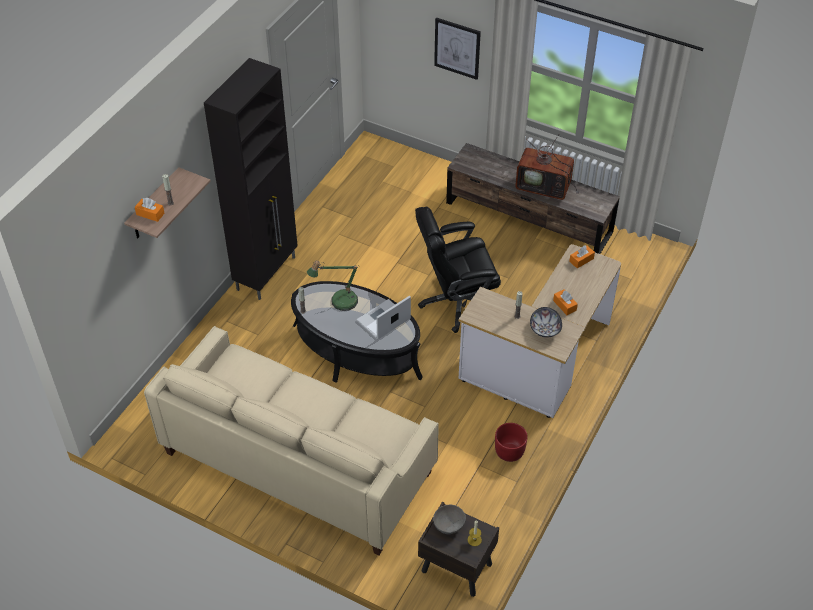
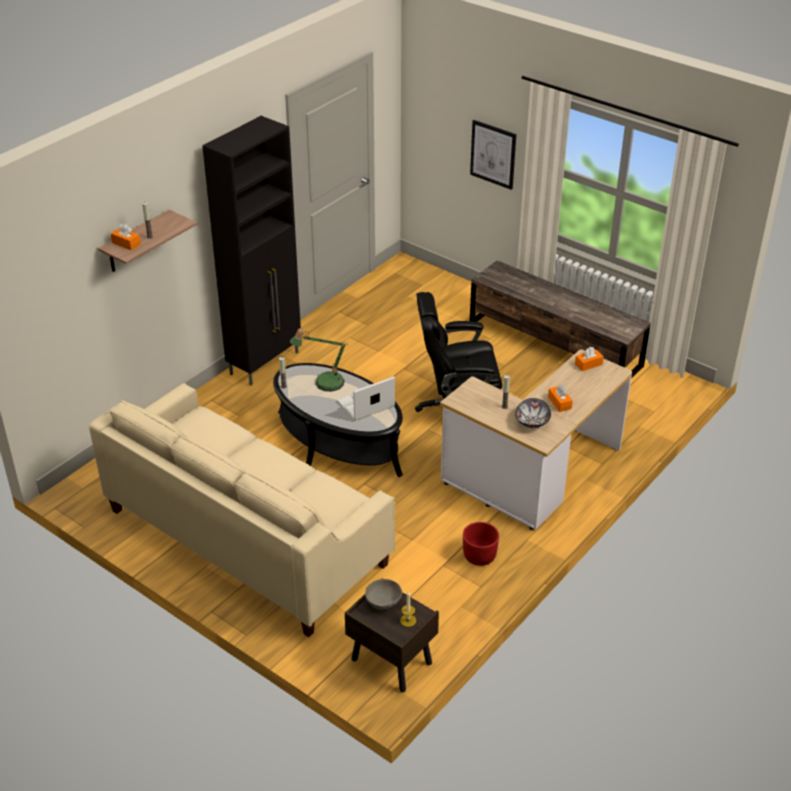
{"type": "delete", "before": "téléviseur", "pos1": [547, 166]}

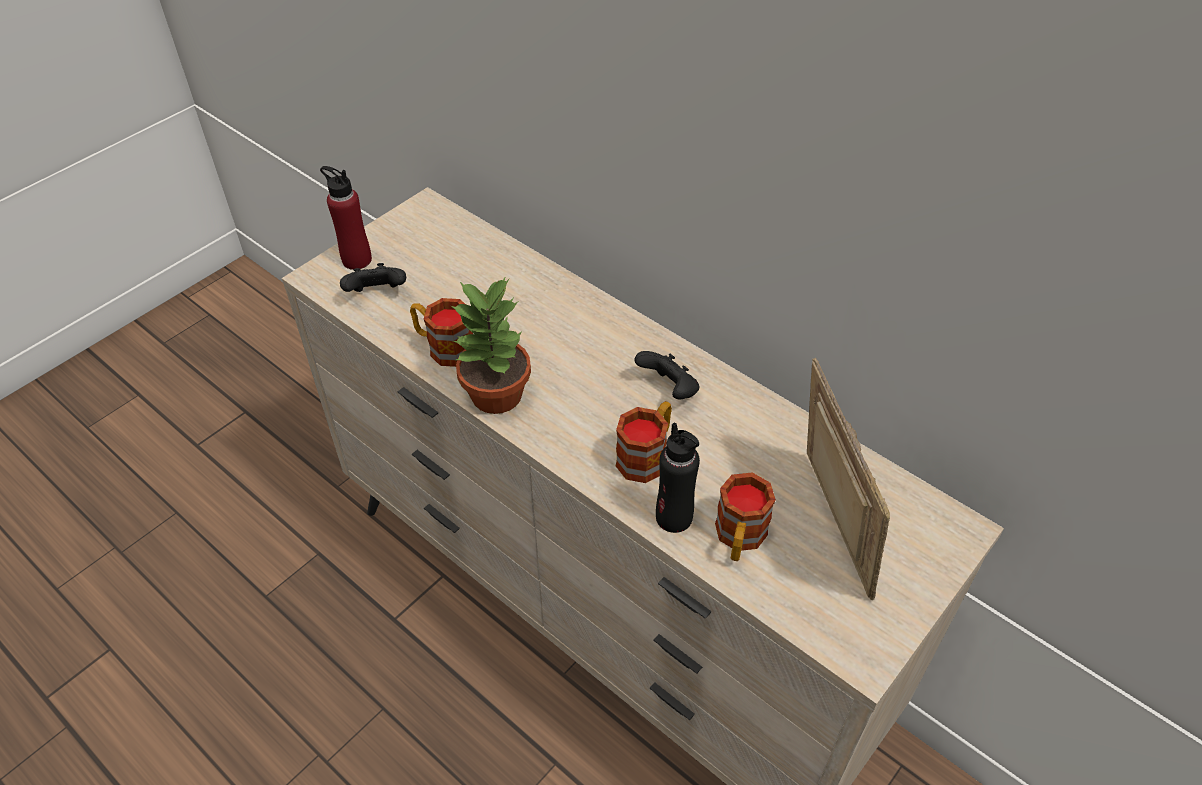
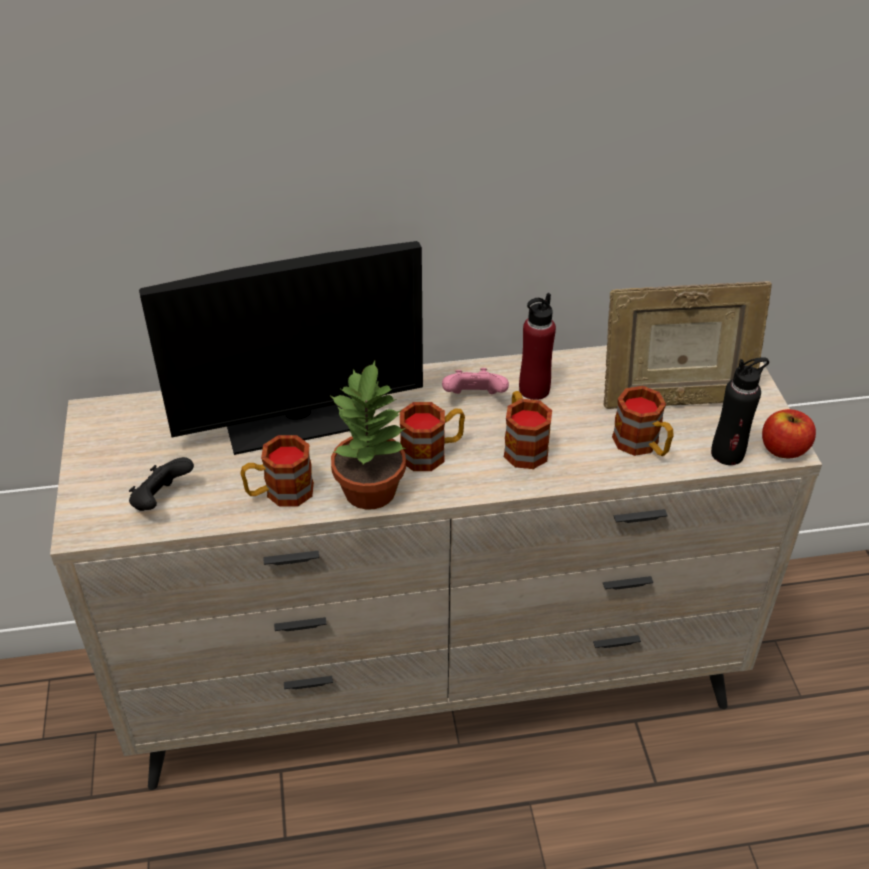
{"type": "insert", "after": "écran d'ordinateur", "pos2": [281, 348]}
{"type": "insert", "after": "mug", "pos2": [432, 436]}
{"type": "insert", "after": "pomme", "pos2": [789, 434]}
{"type": "move", "before": "bouteille [rouge]", "pos1": [346, 218], "pos2": [537, 346]}
{"type": "move", "before": "bouteille [noir]", "pos1": [678, 477], "pos2": [740, 411]}
{"type": "recolor", "before": "manette [noir]", "after": "manette [rose]", "pos1": [666, 375], "pos2": [475, 381]}
{"type": "rotate", "before": "cadre photo", "pos1": [848, 479], "pos2": [687, 345], "turn": 150}

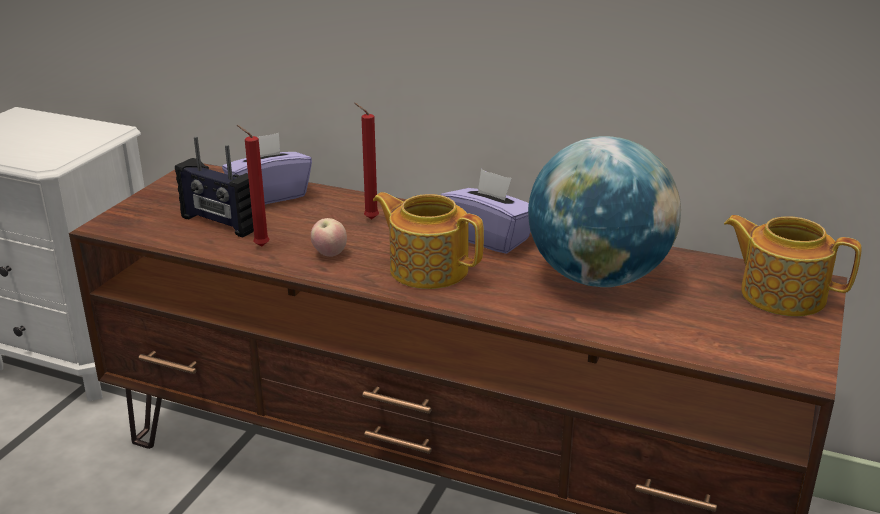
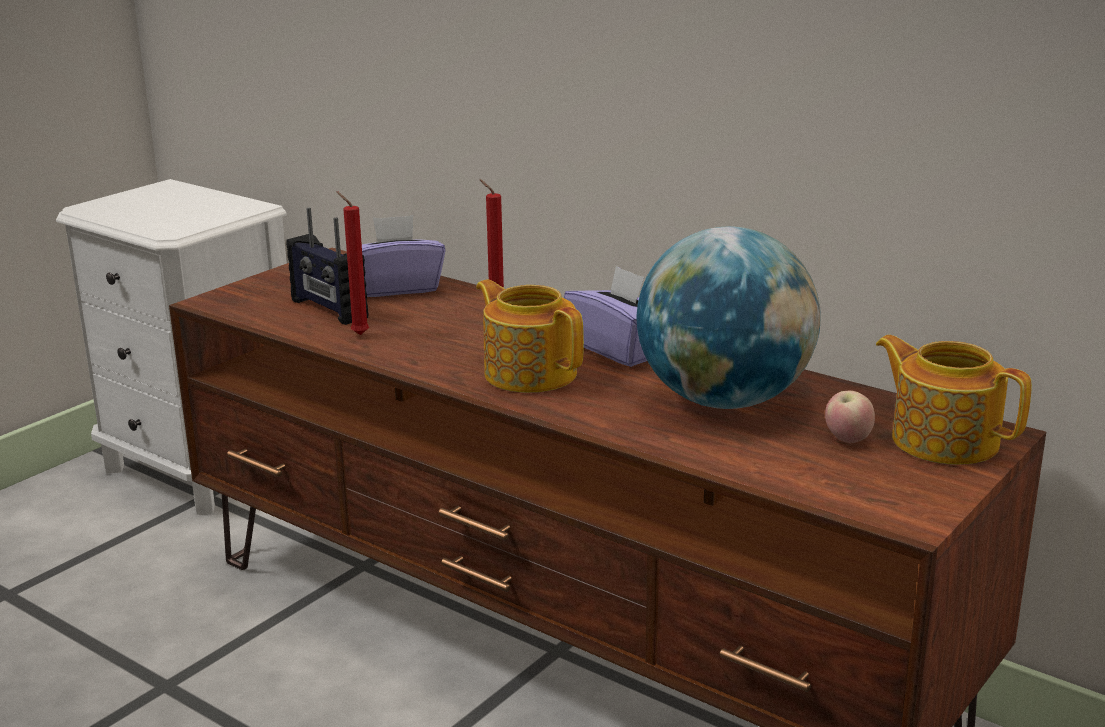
{"type": "move", "before": "pomme", "pos1": [329, 237], "pos2": [850, 417]}

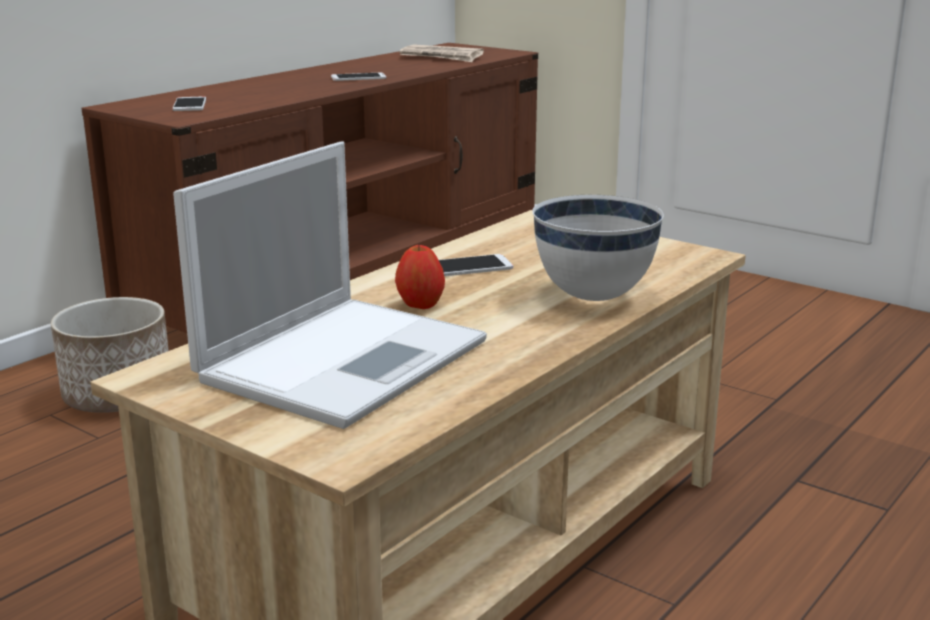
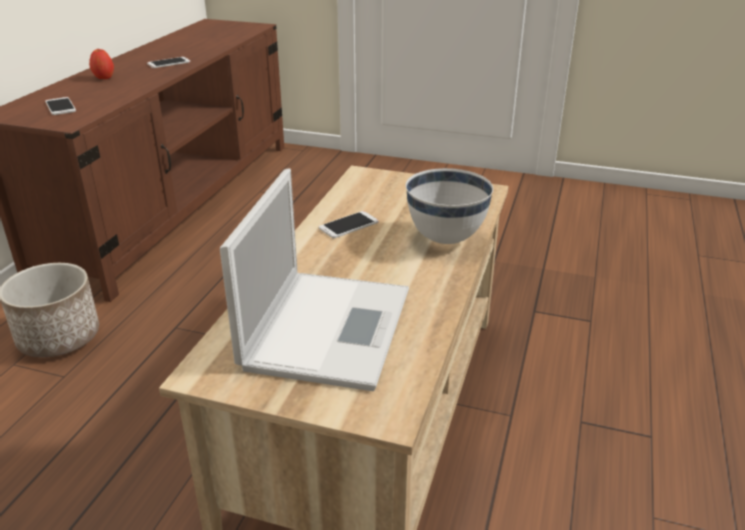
{"type": "delete", "before": "journal", "pos1": [441, 53]}
{"type": "move", "before": "pomme", "pos1": [420, 277], "pos2": [101, 64]}

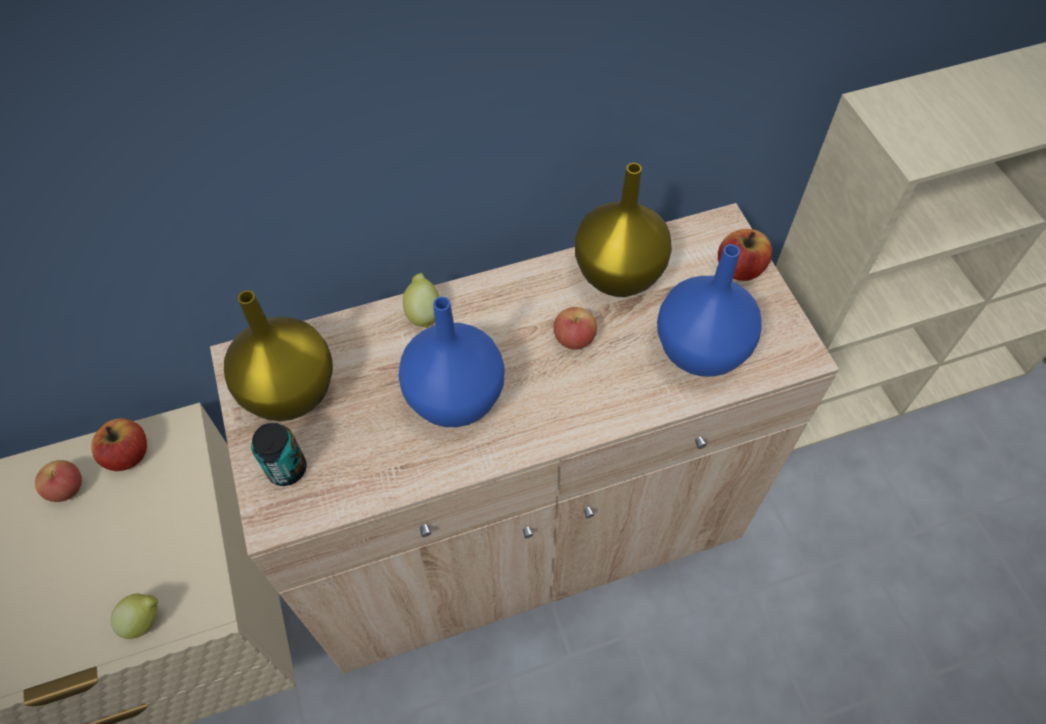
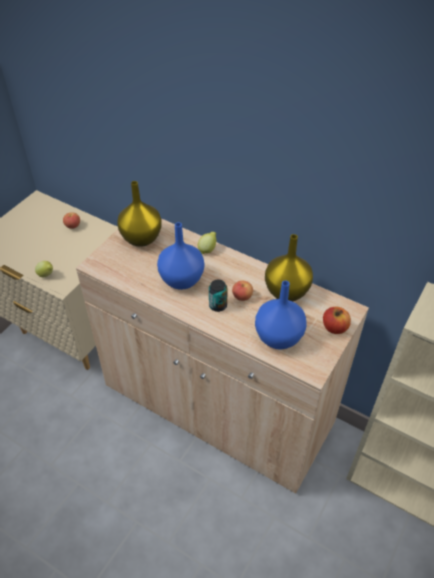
{"type": "delete", "before": "pomme", "pos1": [119, 444]}
{"type": "move", "before": "boîte métallique", "pos1": [279, 454], "pos2": [218, 295]}

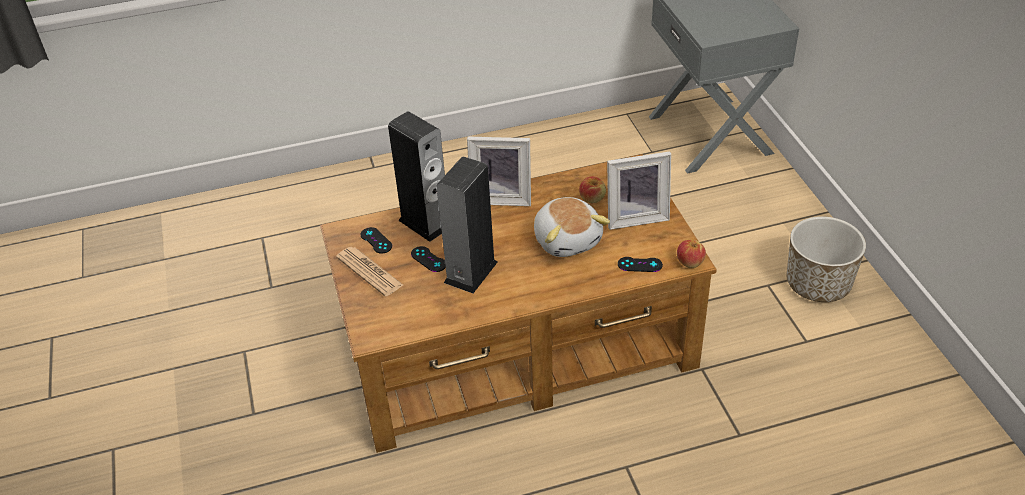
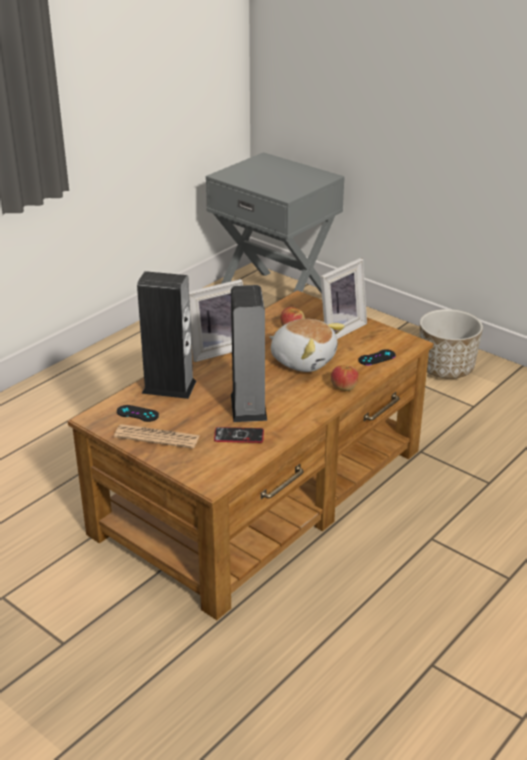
{"type": "delete", "before": "manette [noir]", "pos1": [428, 259]}
{"type": "insert", "after": "téléphone", "pos2": [239, 435]}
{"type": "move", "before": "pomme", "pos1": [691, 254], "pos2": [344, 378]}

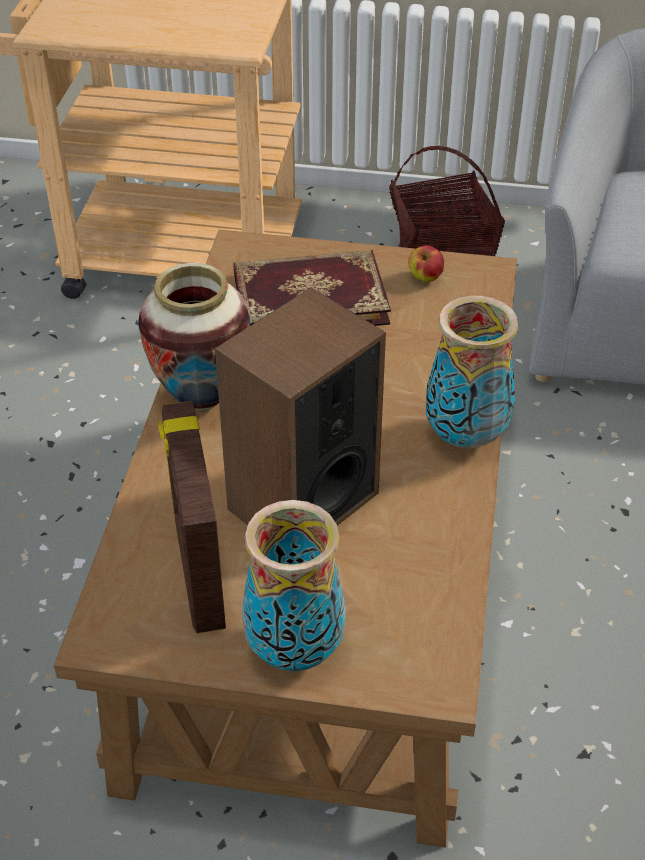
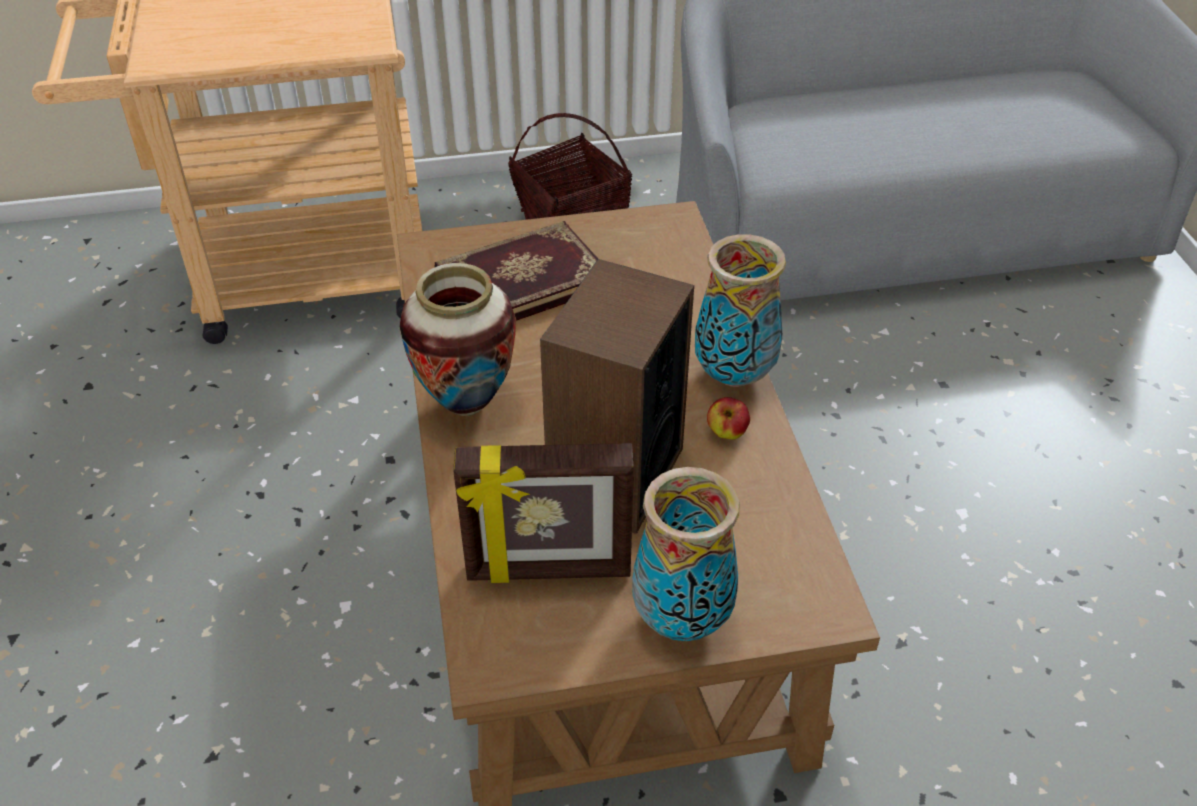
{"type": "move", "before": "pomme", "pos1": [426, 263], "pos2": [728, 418]}
{"type": "rotate", "before": "cadre photo", "pos1": [192, 517], "pos2": [543, 513], "turn": -60}

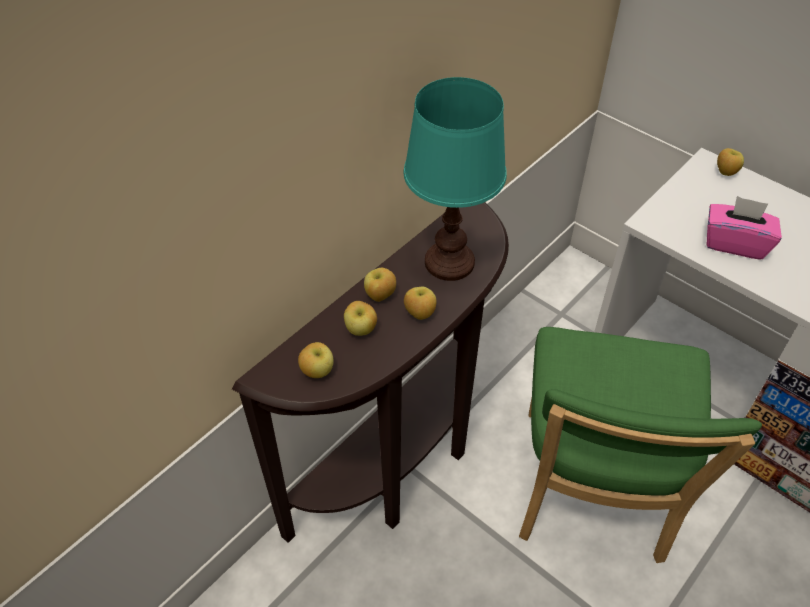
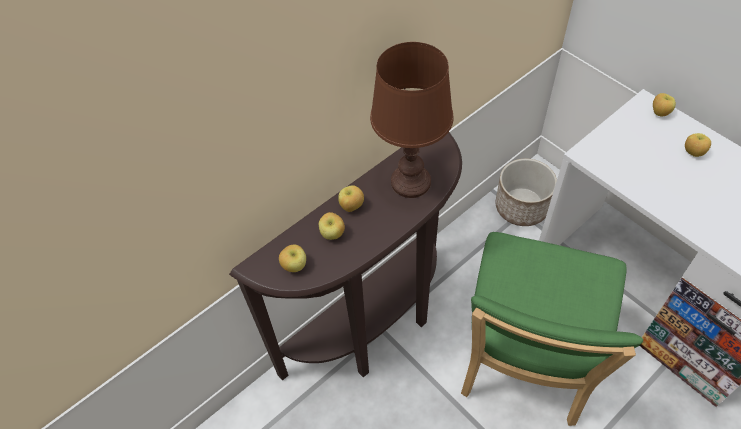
{"type": "delete", "before": "boîte à mouchoirs [rose]", "pos1": [744, 228]}
{"type": "insert", "after": "cache-pot", "pos2": [526, 192]}
{"type": "move", "before": "pomme", "pos1": [420, 303], "pos2": [698, 145]}
{"type": "recolor", "before": "lampe de table [turquoise]", "after": "lampe de table [marron]", "pos1": [455, 179], "pos2": [412, 120]}

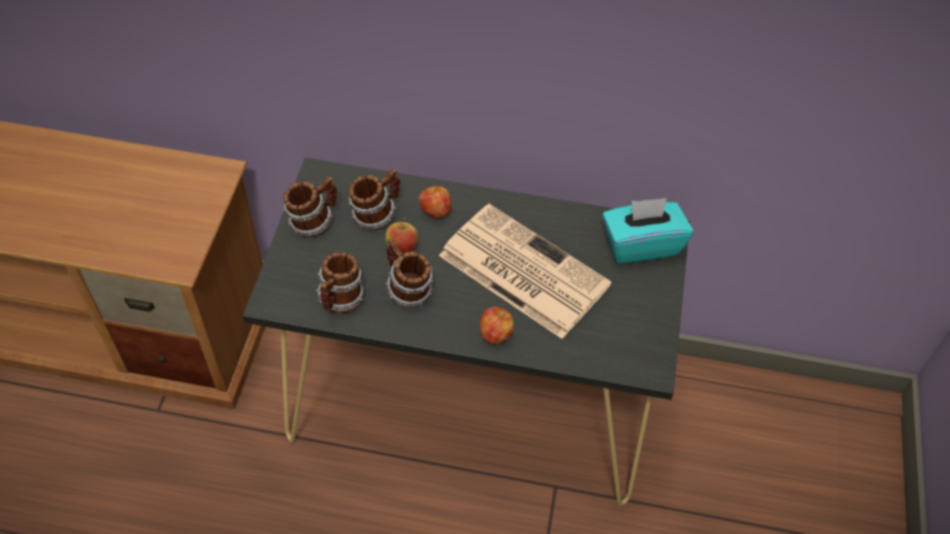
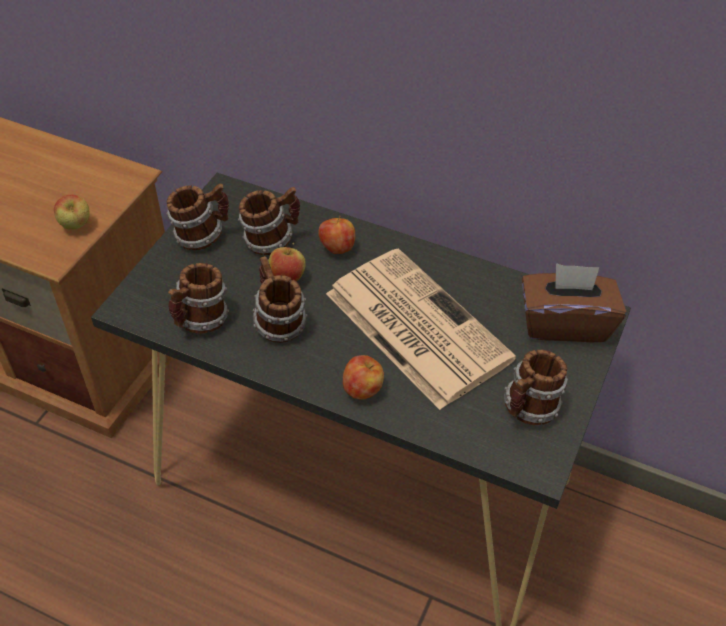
{"type": "insert", "after": "pomme", "pos2": [72, 212]}
{"type": "insert", "after": "mug", "pos2": [536, 387]}
{"type": "recolor", "before": "boîte à mouchoirs [turquoise]", "after": "boîte à mouchoirs [marron]", "pos1": [647, 231], "pos2": [574, 302]}

